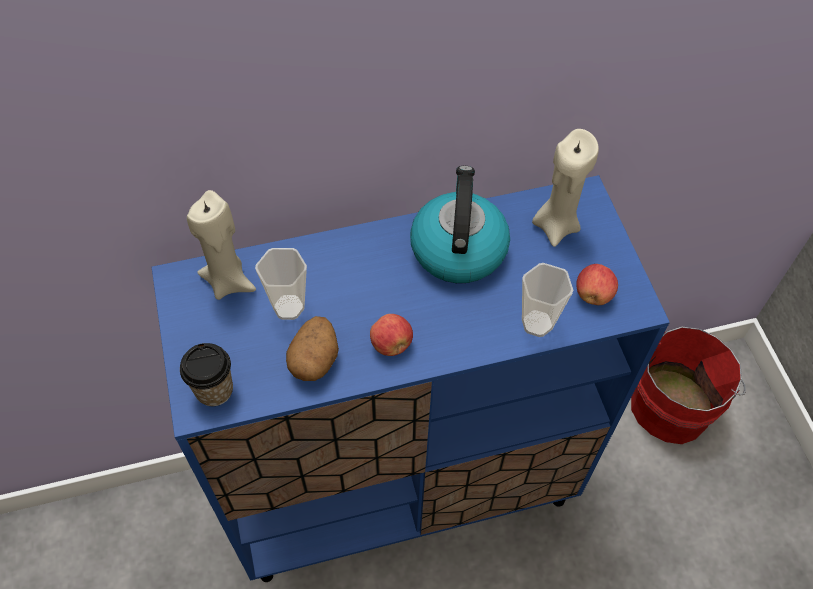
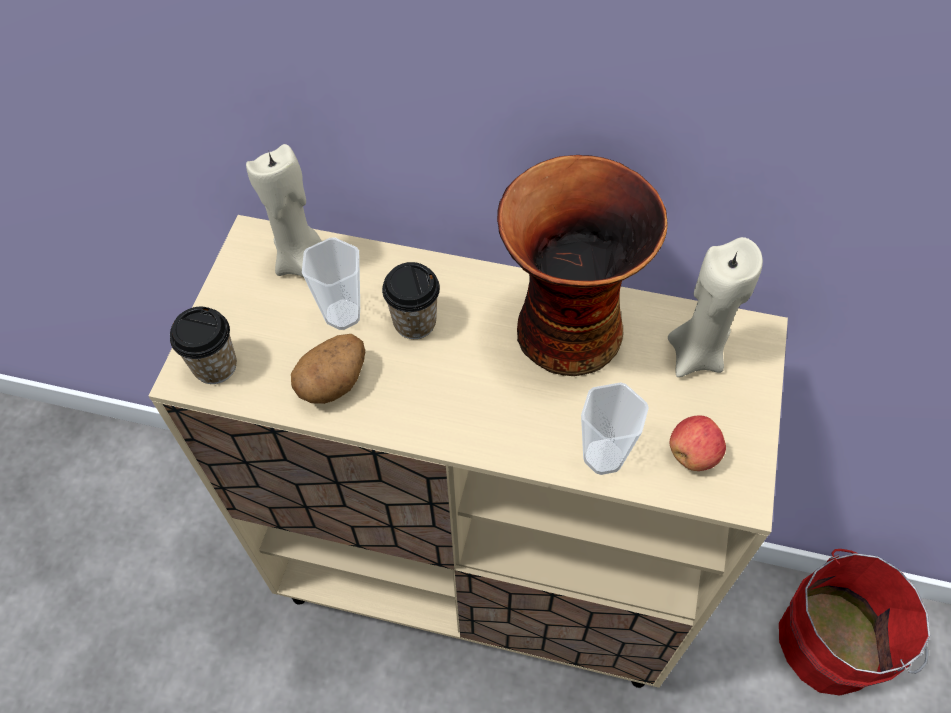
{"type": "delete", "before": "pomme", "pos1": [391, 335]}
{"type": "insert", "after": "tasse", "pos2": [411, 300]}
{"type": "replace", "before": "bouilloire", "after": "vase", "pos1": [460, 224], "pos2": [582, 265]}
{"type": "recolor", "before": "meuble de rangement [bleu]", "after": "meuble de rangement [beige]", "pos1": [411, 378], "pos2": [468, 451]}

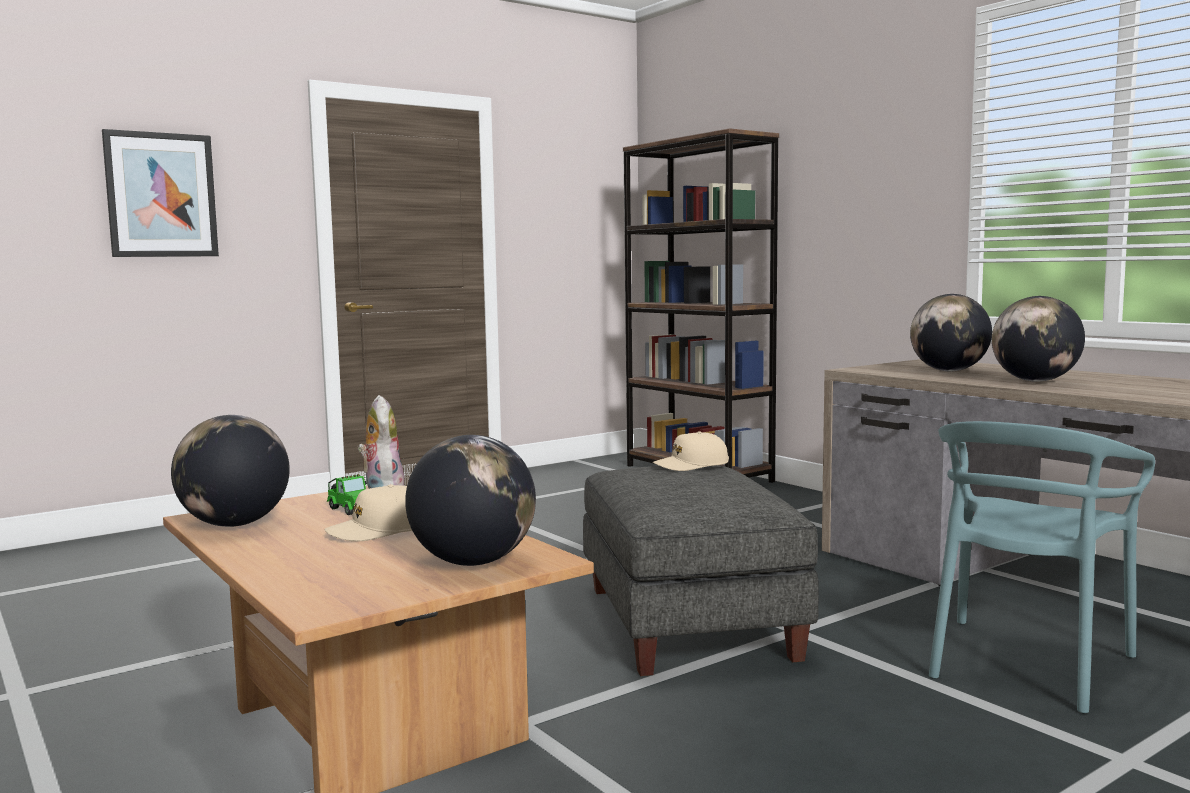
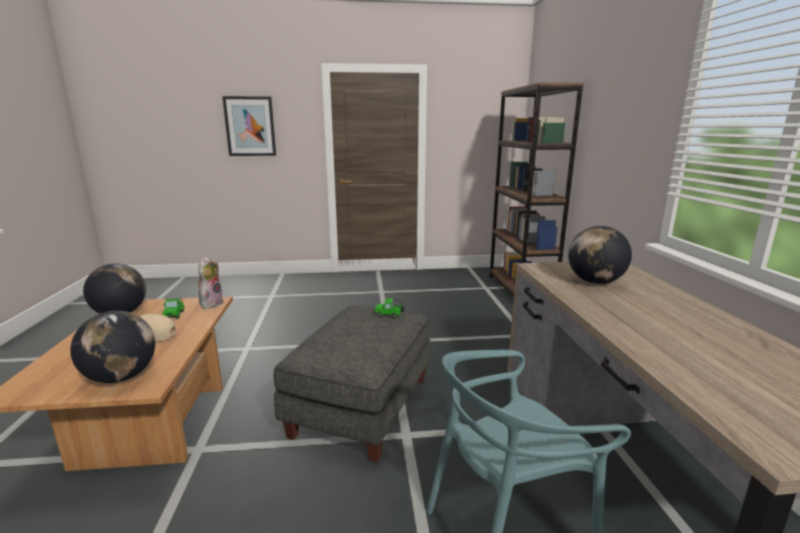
{"type": "delete", "before": "globe", "pos1": [1038, 339]}
{"type": "replace", "before": "casquette [beige]", "after": "petite voiture", "pos1": [691, 451], "pos2": [389, 308]}

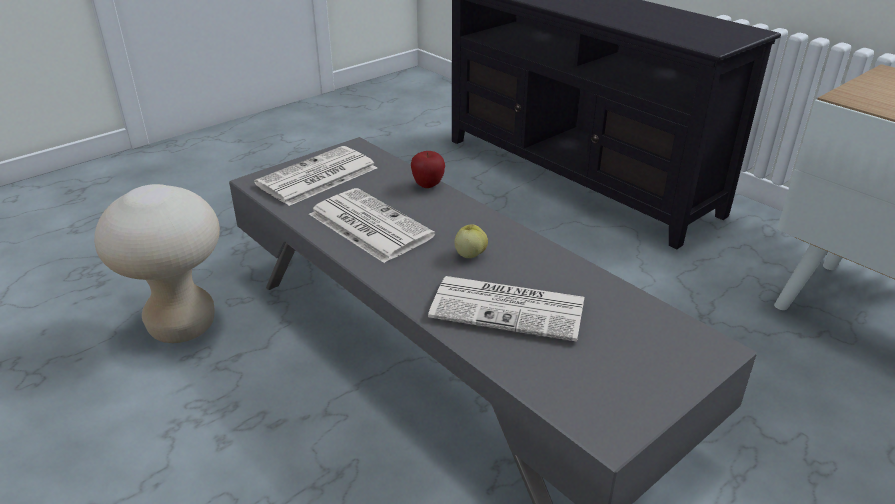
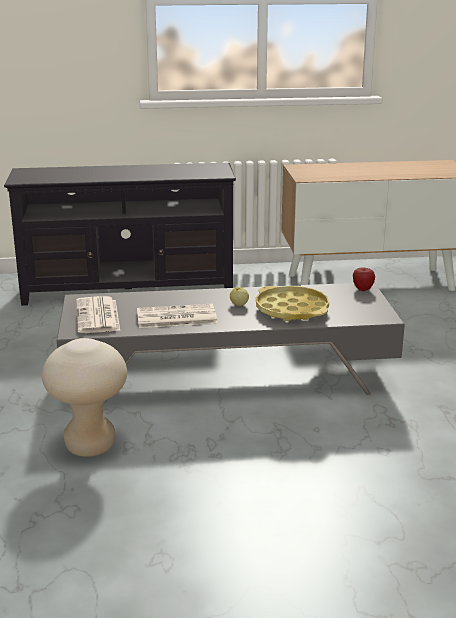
{"type": "move", "before": "pomme", "pos1": [428, 169], "pos2": [364, 279]}
{"type": "replace", "before": "journal", "after": "plateau [jaune]", "pos1": [506, 309], "pos2": [292, 303]}

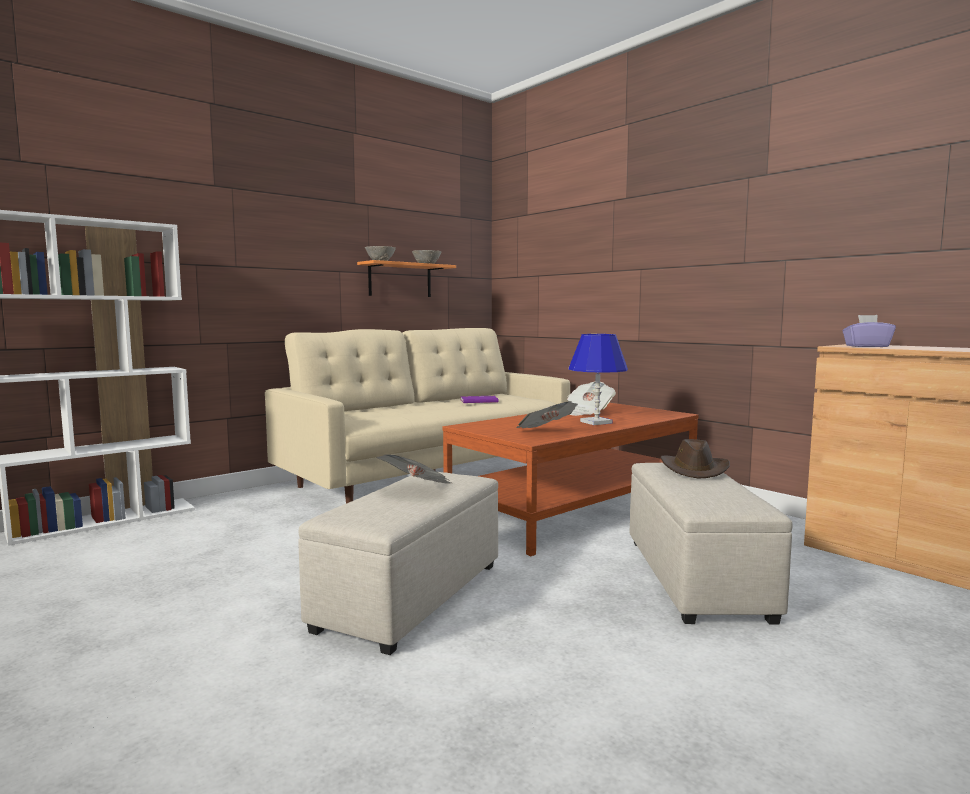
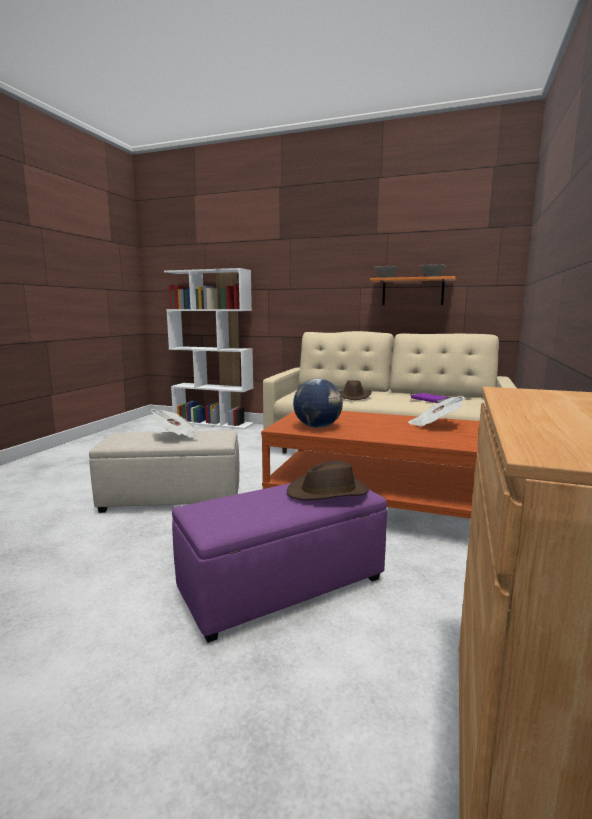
{"type": "delete", "before": "lampe de table [bleu]", "pos1": [598, 379]}
{"type": "delete", "before": "boîte à mouchoirs [violet]", "pos1": [869, 331]}
{"type": "insert", "after": "chapeau [marron]", "pos2": [355, 390]}
{"type": "replace", "before": "journal", "after": "globe", "pos1": [547, 414], "pos2": [318, 403]}
{"type": "recolor", "before": "pouf [beige]", "after": "pouf [violet]", "pos1": [711, 543], "pos2": [279, 563]}

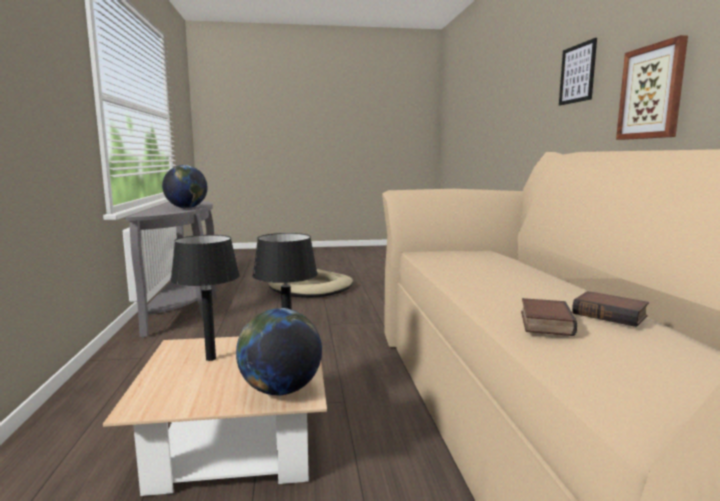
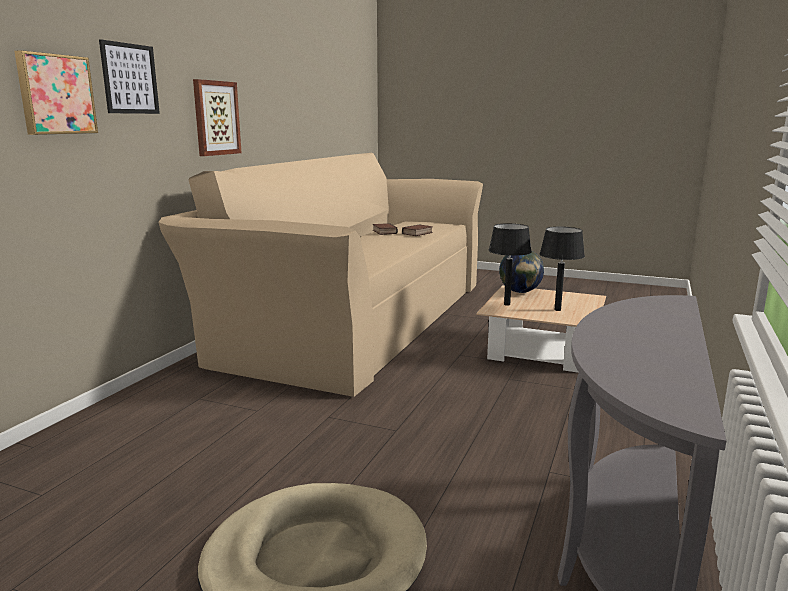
{"type": "delete", "before": "globe", "pos1": [185, 186]}
{"type": "insert", "after": "tableau", "pos2": [56, 92]}

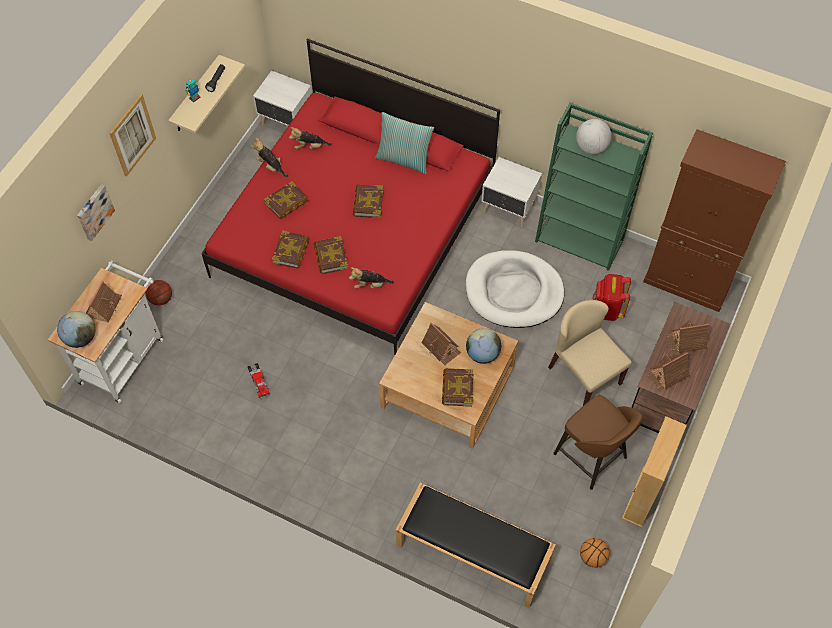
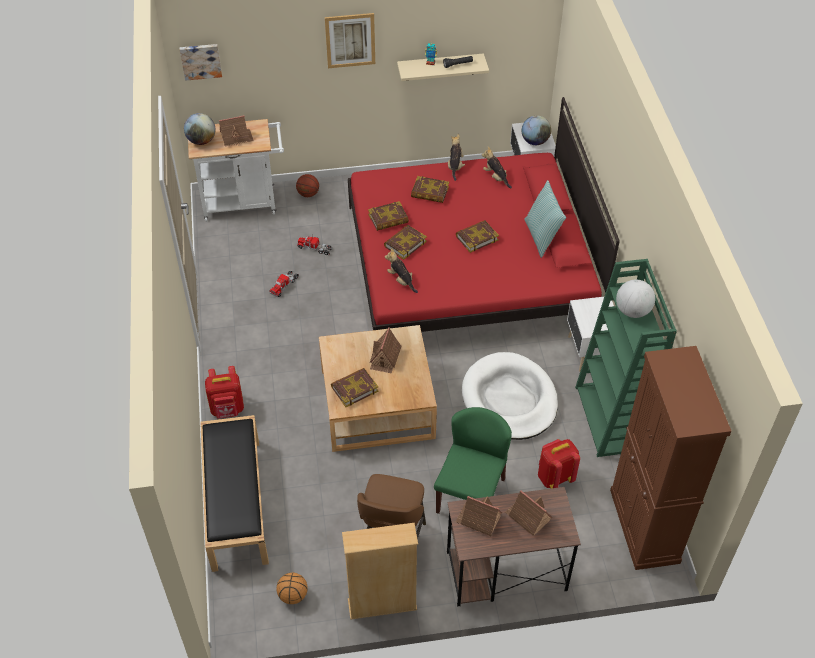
{"type": "insert", "after": "sac à dos [rouge]", "pos2": [224, 392]}
{"type": "insert", "after": "camion jouet", "pos2": [314, 244]}
{"type": "move", "before": "tableau", "pos1": [96, 212], "pos2": [201, 62]}
{"type": "move", "before": "globe", "pos1": [483, 346], "pos2": [536, 130]}
{"type": "recolor", "before": "chaise [beige]", "after": "chaise [vert]", "pos1": [590, 353], "pos2": [473, 460]}

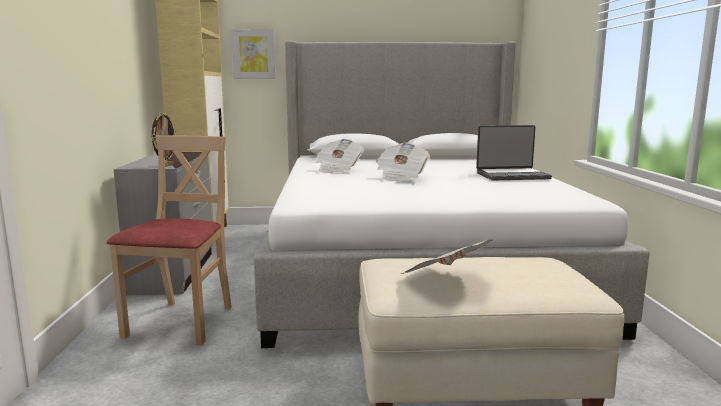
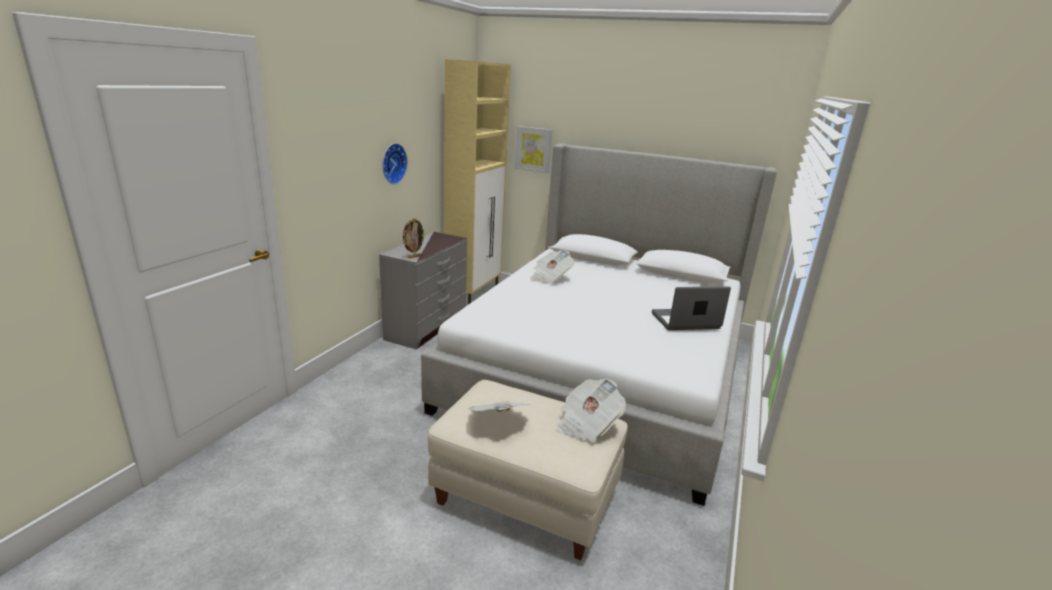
{"type": "delete", "before": "chaise [beige]", "pos1": [169, 240]}
{"type": "insert", "after": "horloge murale", "pos2": [395, 163]}
{"type": "move", "before": "journal", "pos1": [403, 162], "pos2": [591, 410]}
{"type": "rotate", "before": "ordinateur portable", "pos1": [514, 153], "pos2": [691, 308], "turn": 150}

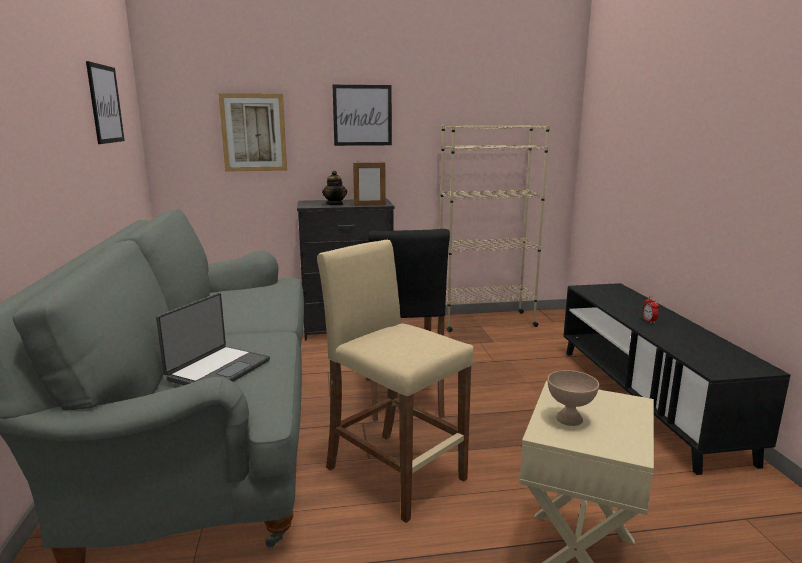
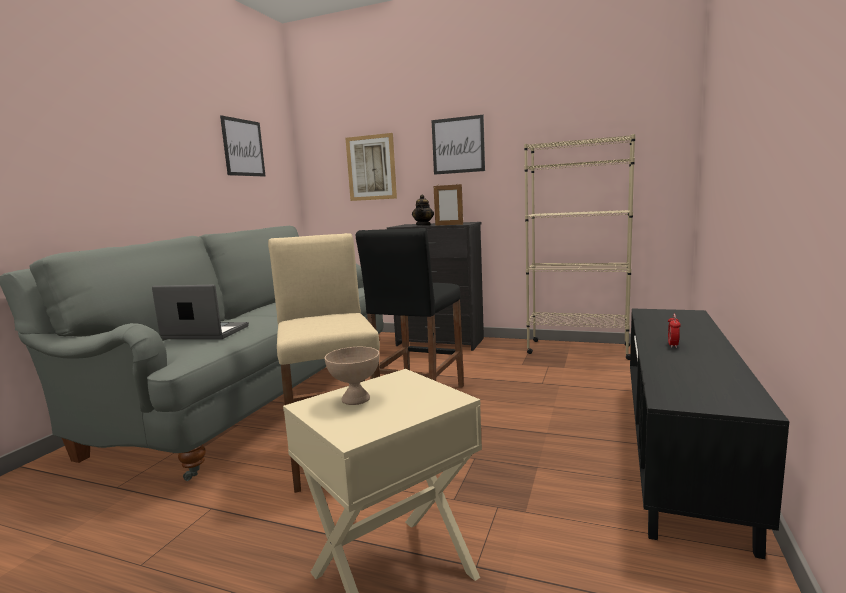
{"type": "rotate", "before": "ordinateur portable", "pos1": [213, 339], "pos2": [200, 312], "turn": -135}

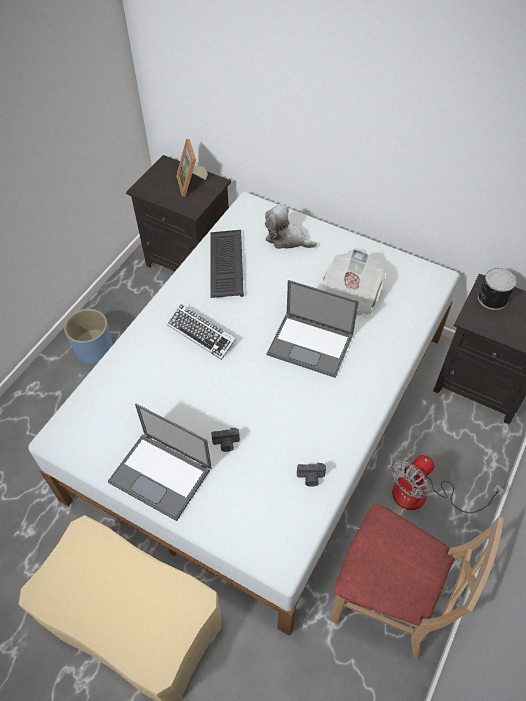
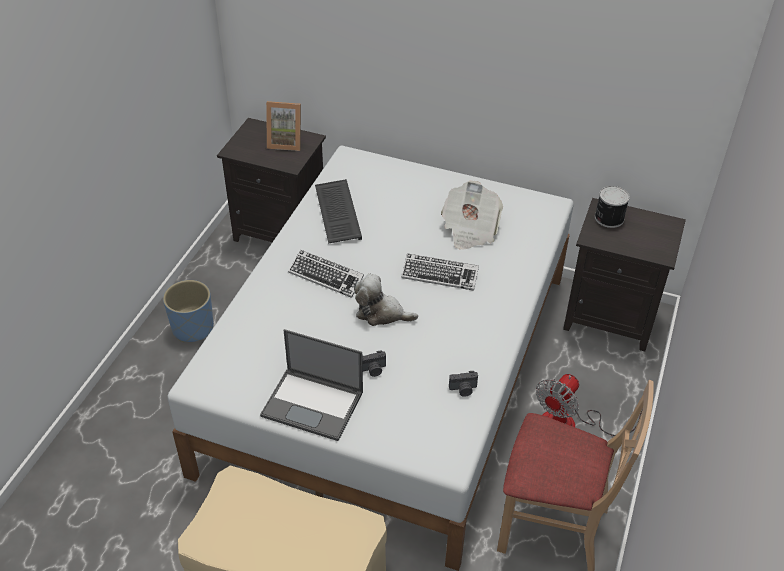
{"type": "move", "before": "peluche", "pos1": [291, 226], "pos2": [386, 300]}
{"type": "replace", "before": "ordinateur portable", "after": "clavier", "pos1": [313, 329], "pos2": [440, 272]}
{"type": "rotate", "before": "cadre photo", "pos1": [192, 168], "pos2": [283, 126], "turn": -60}

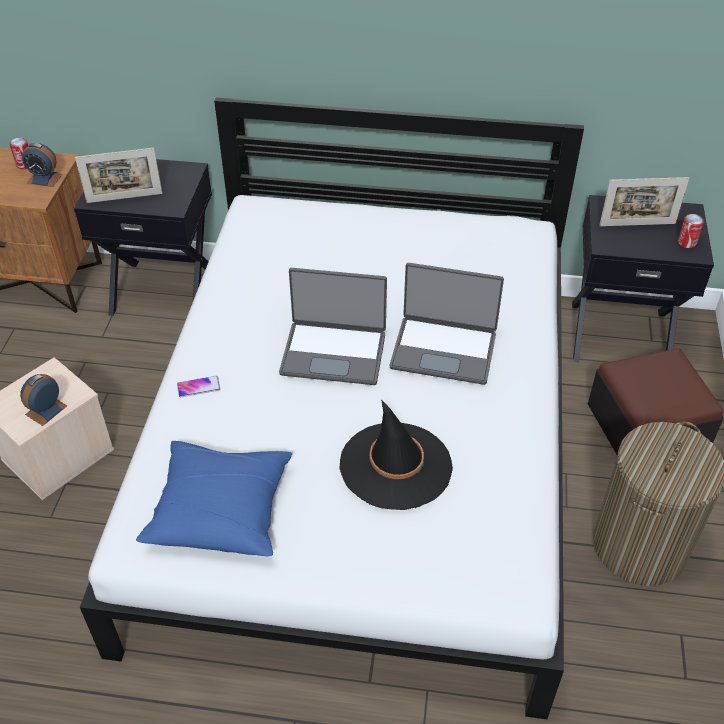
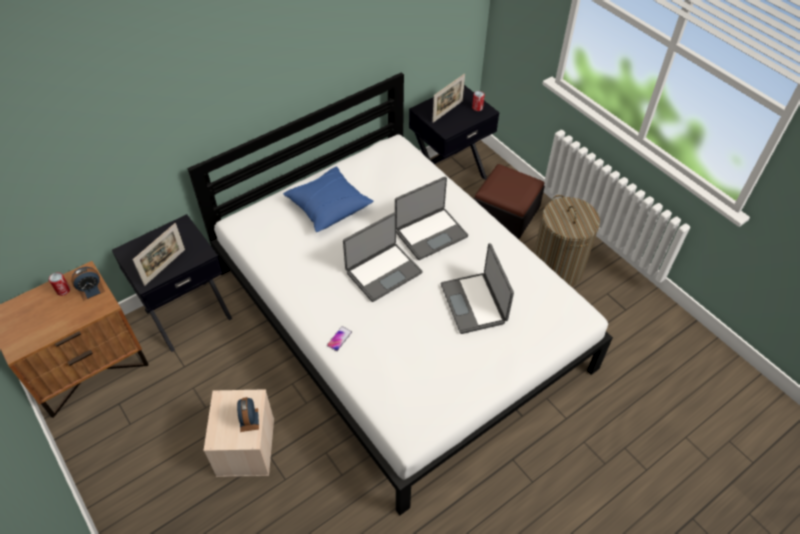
{"type": "move", "before": "coussin [bleu]", "pos1": [214, 498], "pos2": [328, 199]}
{"type": "replace", "before": "chapeau [noir]", "after": "ordinateur portable", "pos1": [396, 454], "pos2": [477, 288]}

